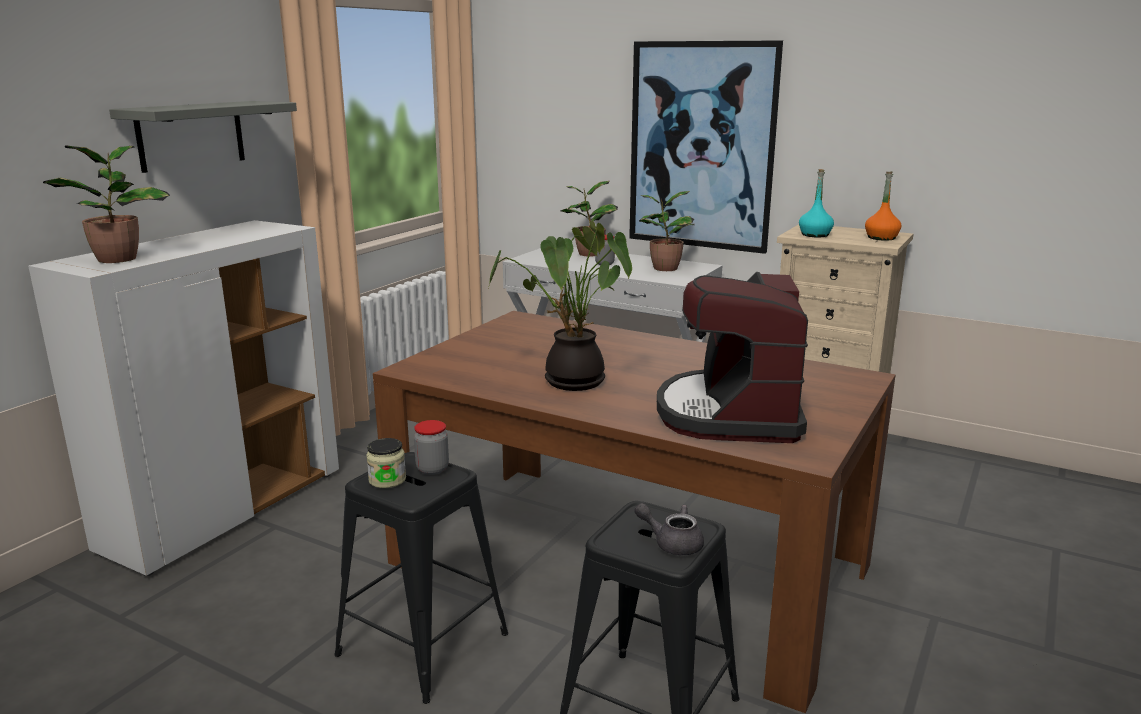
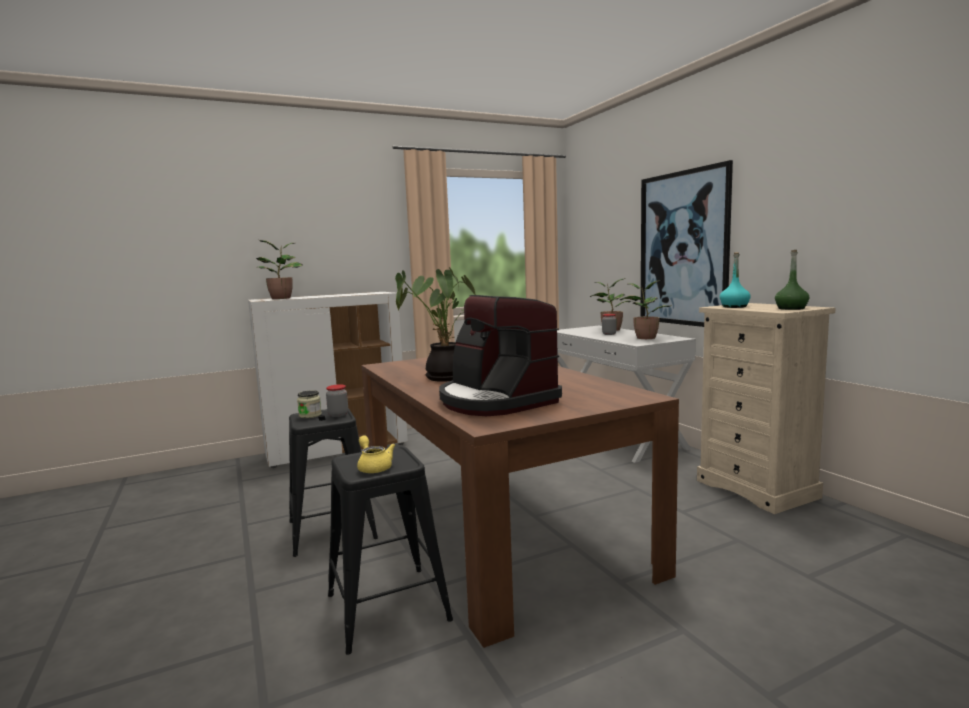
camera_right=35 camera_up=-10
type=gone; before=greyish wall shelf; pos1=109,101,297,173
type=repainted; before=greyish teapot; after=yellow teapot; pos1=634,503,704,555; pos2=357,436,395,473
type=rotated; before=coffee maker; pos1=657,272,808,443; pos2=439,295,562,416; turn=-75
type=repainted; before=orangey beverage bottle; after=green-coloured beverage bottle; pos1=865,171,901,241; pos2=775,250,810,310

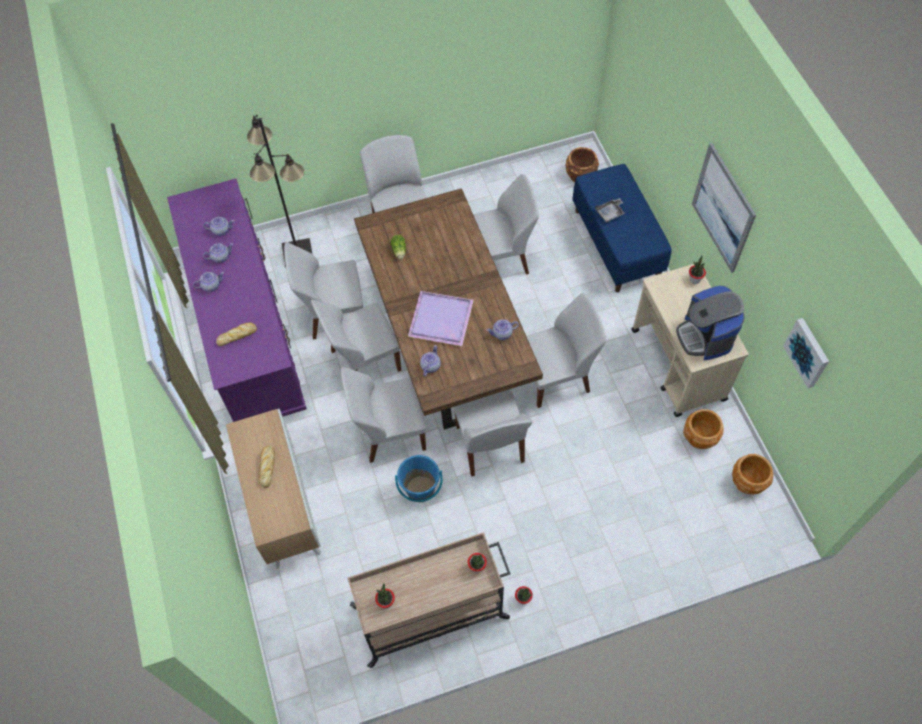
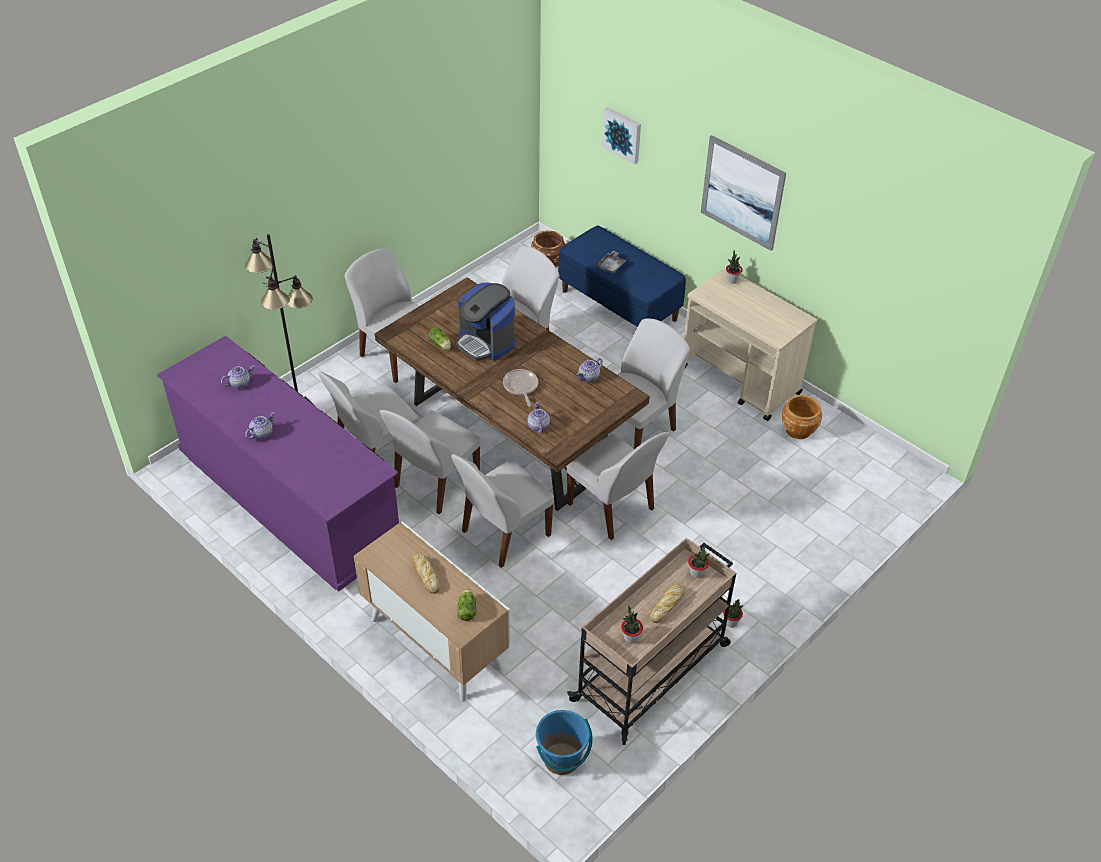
camera_right=-30 camera_up=-15
type=gone; before=teapot; pos1=203,243,233,263
type=shifted; before=baked bread; pos1=216,322,257,346; pos2=650,584,685,623
type=shifted; before=blue-coloured water bucket; pos1=395,455,442,502; pos2=536,710,593,775
type=swapped; before=purple carrying tray; after=frying pan; pos1=408,291,474,346; pos2=503,369,538,407
type=shifted; before=coffee maker; pos1=676,286,745,360; pos2=455,282,515,361
type=gone; before=brown-coloured flower pot; pos1=732,454,773,494
type=shifted; before=wall picture; pos1=783,318,829,388; pos2=602,107,641,165
type=new; after=lettuce head; pos2=457,589,476,621

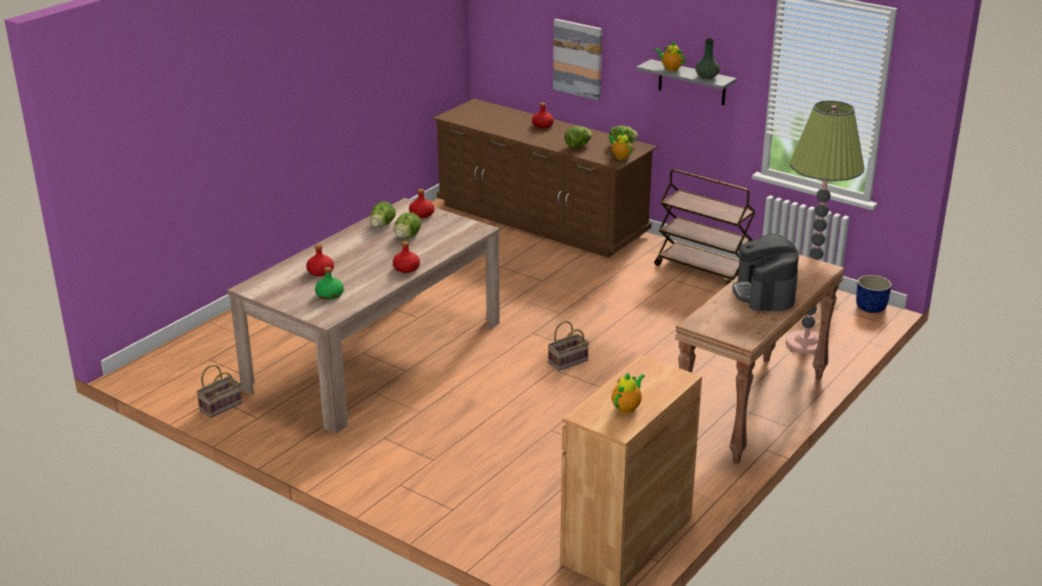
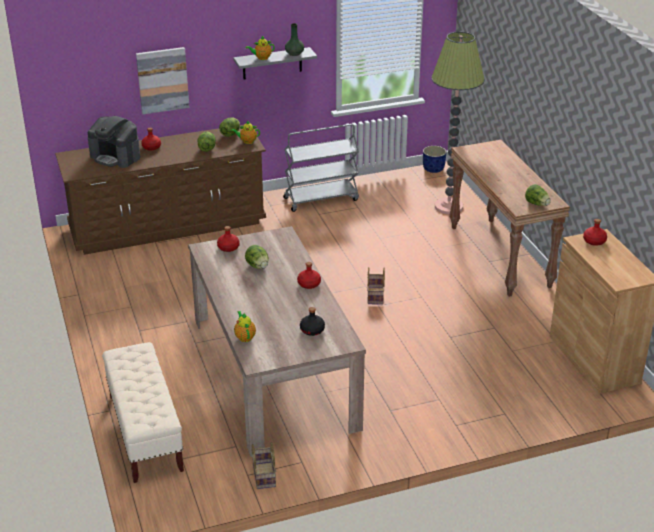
camera_right=-55 camera_up=5
type=shifted; before=reddish beverage bottle; pos1=306,244,334,276; pos2=583,219,607,246
type=repainted; before=green-coloured beverage bottle; after=black beverage bottle; pos1=315,267,344,300; pos2=300,307,325,336
type=shifted; before=lettuce head; pos1=370,202,396,227; pos2=525,184,551,206
type=shifted; before=teapot; pos1=612,373,645,414; pos2=234,311,256,342
type=repainted; before=brown-coloured trolley; after=greyish trolley; pos1=654,169,755,285; pos2=283,124,359,212
type=shifted; before=coffee maker; pos1=733,234,799,311; pos2=88,116,140,168
type=new; after=beige-coloured long seat; pos2=102,342,184,483

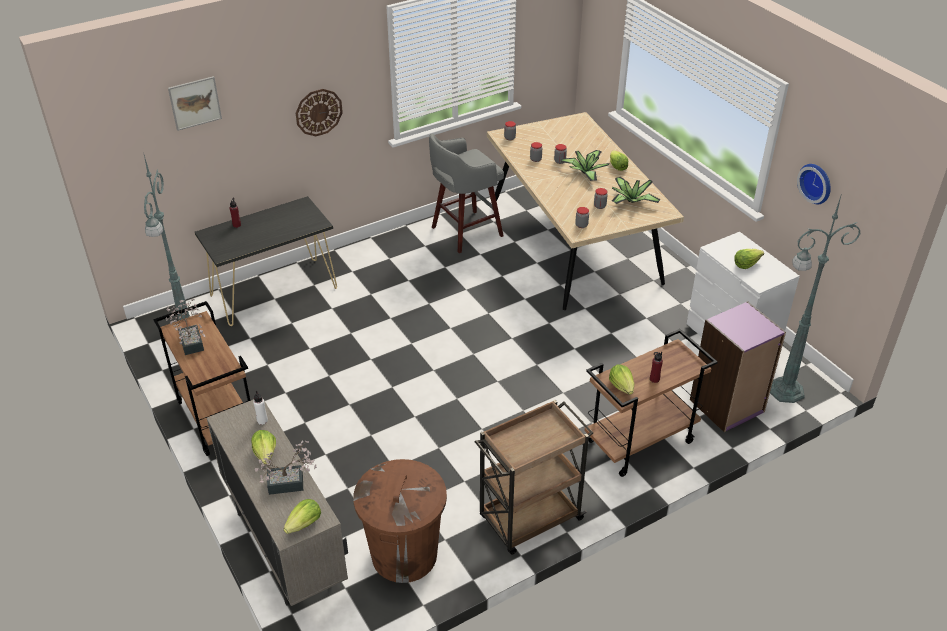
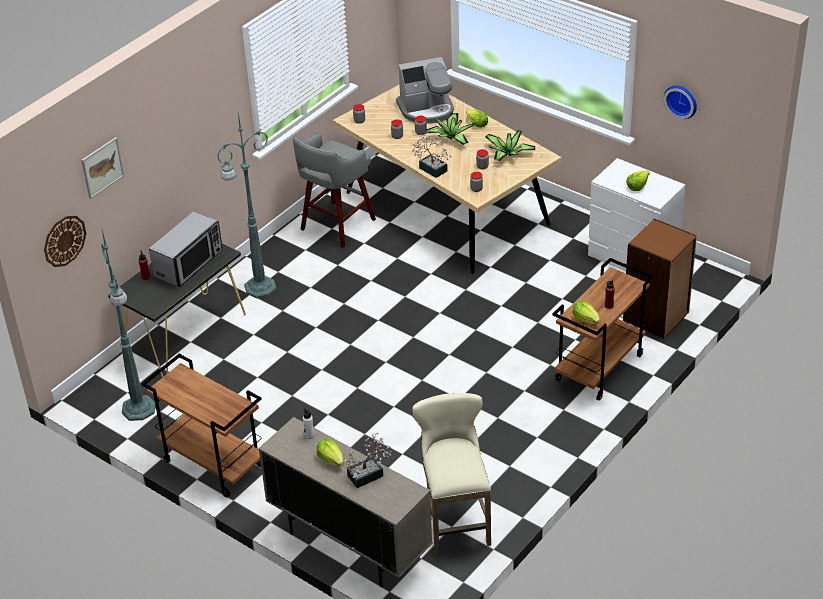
camera_right=-20 camera_up=0
type=shifted; before=houseplant; pos1=166,299,206,355; pos2=411,132,452,178
type=gone; before=lettuce head; pos1=283,499,321,534
type=shifted; before=clock on the wall; pos1=296,89,343,136; pos2=44,216,86,267
type=swapped; before=brown-coloured rubbish bin; after=beige-coloured sitting stool; pos1=353,459,447,583; pos2=412,393,491,554
type=gone; before=brown-coloured trolley; pos1=475,400,593,555
type=repainted; before=purple bookshelf; after=brown-coloured bookshelf; pos1=690,301,786,432; pos2=623,218,697,339
type=shifted; before=green-coloured floor lamp; pos1=770,196,860,403; pos2=217,113,277,298
type=new; after=microwave oven; pos2=149,211,223,287
type=new; after=coffee maker; pos2=396,57,454,124

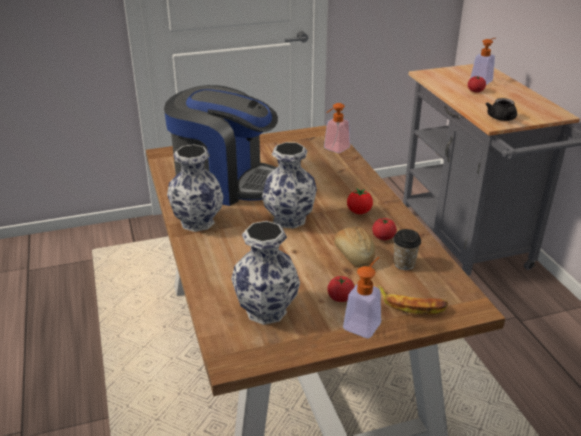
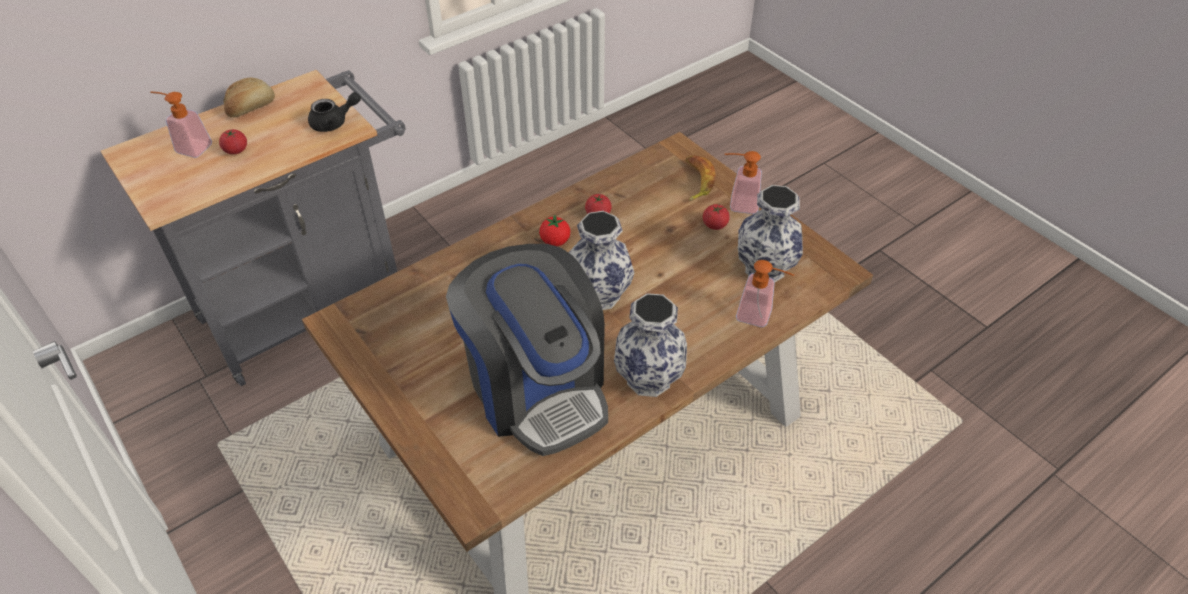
camera_right=-110 camera_up=15
type=rotated; before=coffee maker; pos1=164,85,278,206; pos2=446,244,608,456; turn=150
type=shifted; before=soap bottle; pos1=324,103,350,153; pos2=736,260,794,327
type=shifted; before=baked bread; pos1=334,226,375,268; pos2=224,78,275,117
type=gone; before=small cup; pos1=393,229,421,270

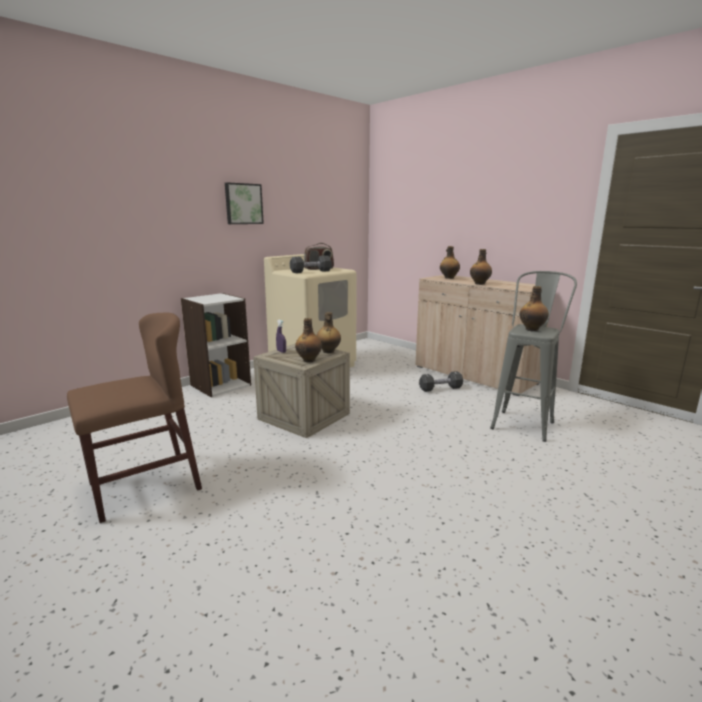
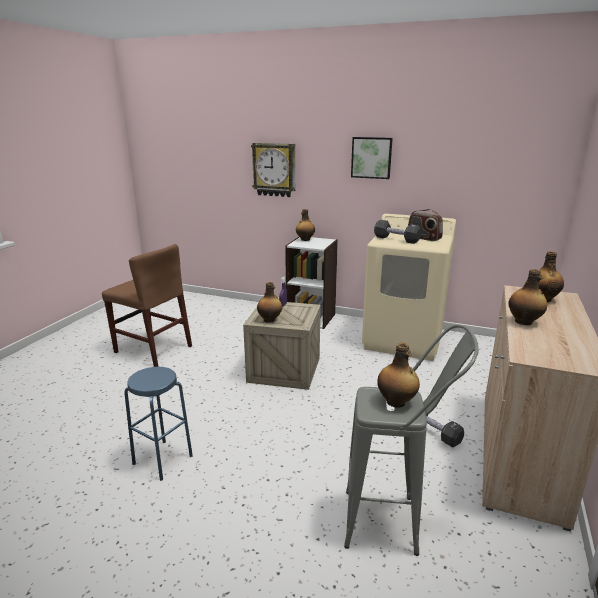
camera_right=65 camera_up=5
type=shifted; before=beverage bottle; pos1=316,312,341,353; pos2=296,209,315,241
type=new; after=blue-coloured sitting stool; pos2=124,367,193,481
type=new; after=clock on the wall; pos2=251,143,295,197

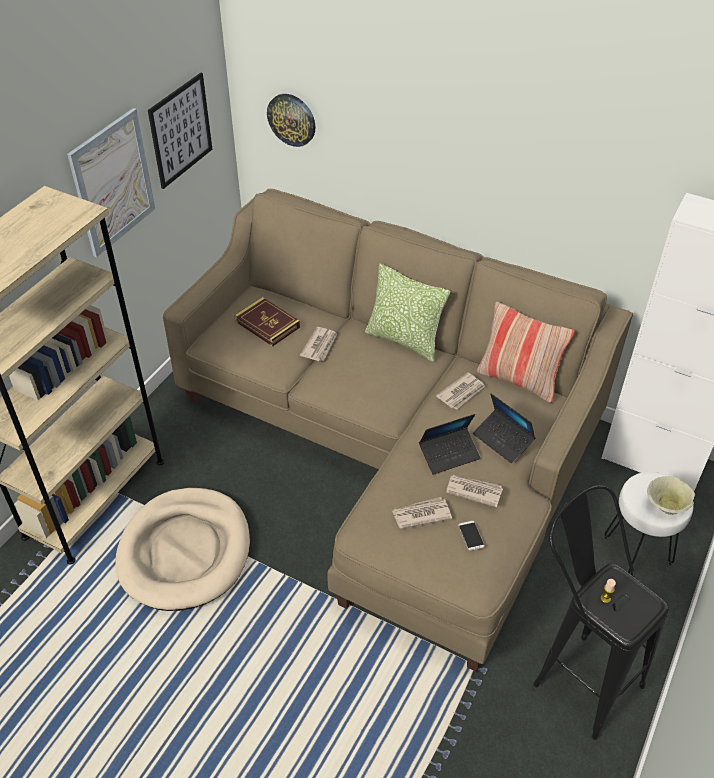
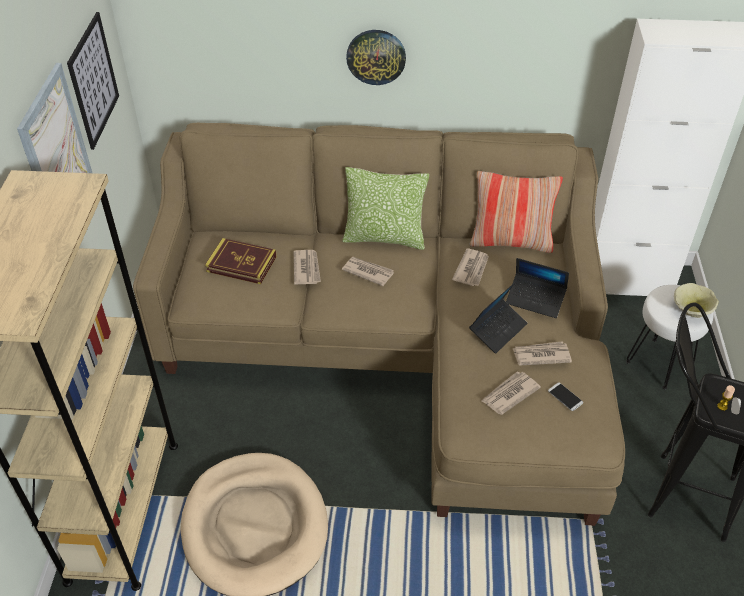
camera_right=-25 camera_up=0
type=shifted; before=clock on the wall; pos1=267,94,316,147; pos2=346,30,406,85
type=new; after=newspaper; pos2=342,257,394,286

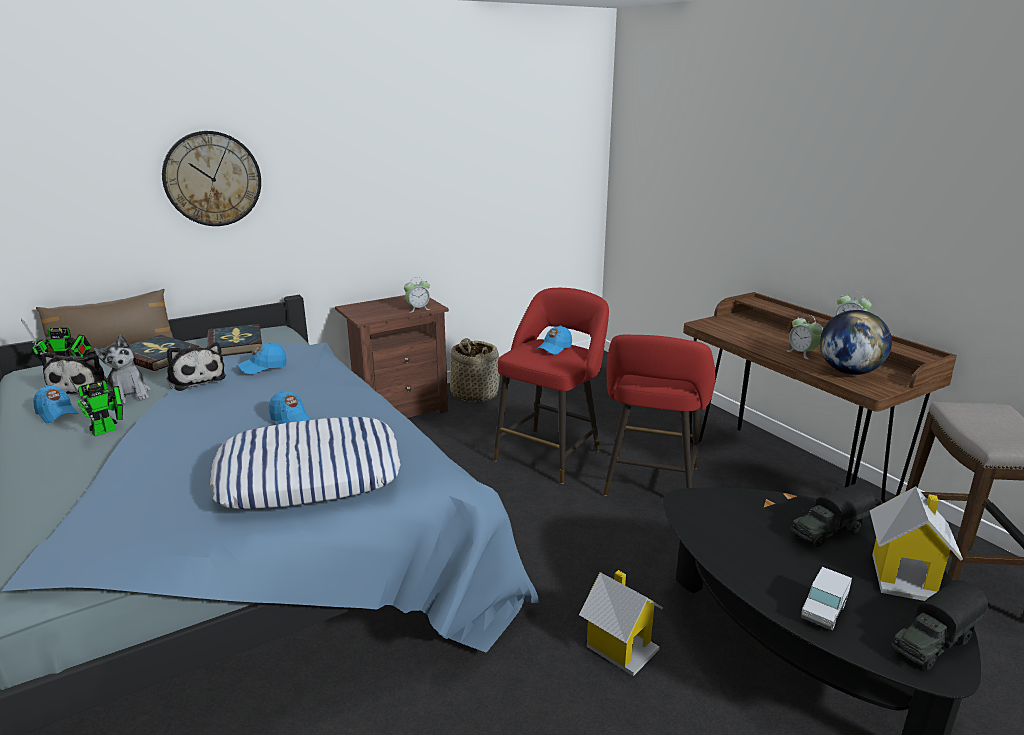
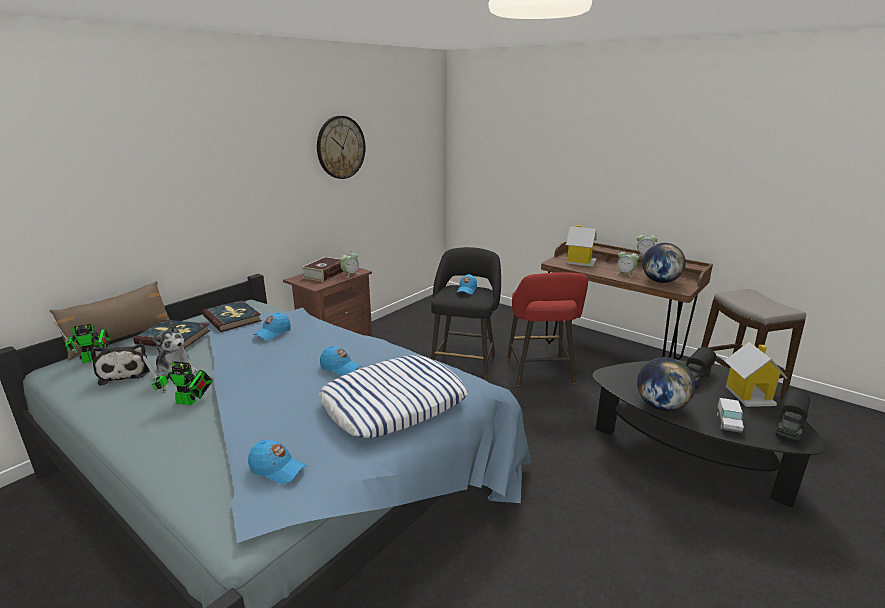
camera_right=-20 camera_up=0
type=shifted; before=blue-coloured peaked cap; pos1=33,385,79,423; pos2=248,440,306,484
type=rotated; before=toy robot; pos1=69,378,123,436; pos2=143,356,213,405; turn=75
type=shifted; before=clock on the wall; pos1=162,131,261,226; pos2=317,116,366,179
type=gone; before=cuddly toy; pos1=166,342,226,391
type=gone; before=basket; pos1=450,338,500,402
type=repainted; before=reddish sitting stool; after=black sitting stool; pos1=494,288,609,484; pos2=431,247,501,382
type=shifted; before=toy house; pos1=579,570,663,676; pos2=566,225,597,267
type=new; after=volume; pos2=302,257,344,282
type=new; after=world globe; pos2=637,357,695,411

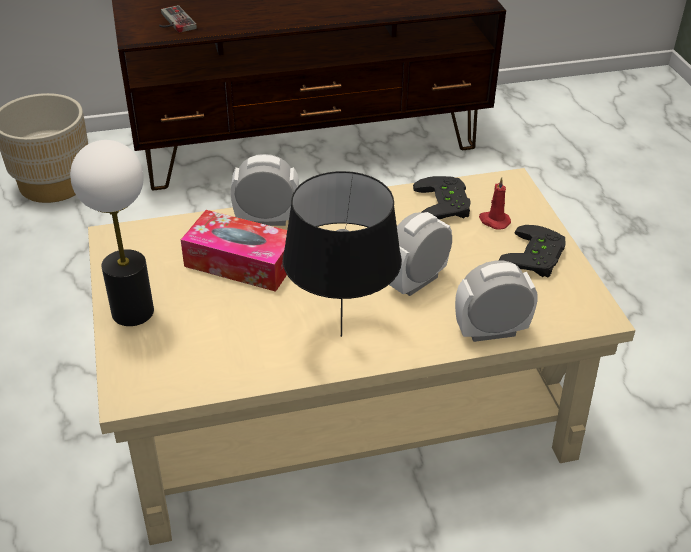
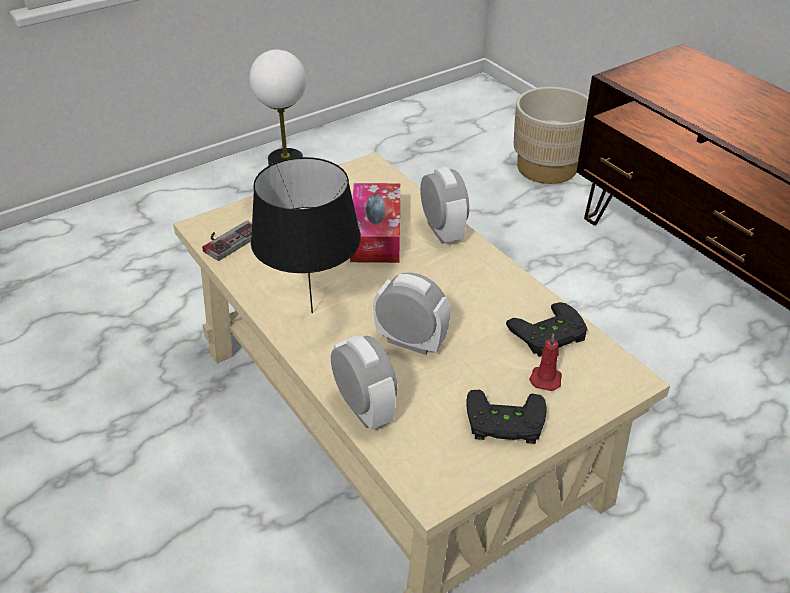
camera_right=70 camera_up=0
type=shifted; before=gamepad; pos1=159,5,197,33; pos2=202,220,252,261

